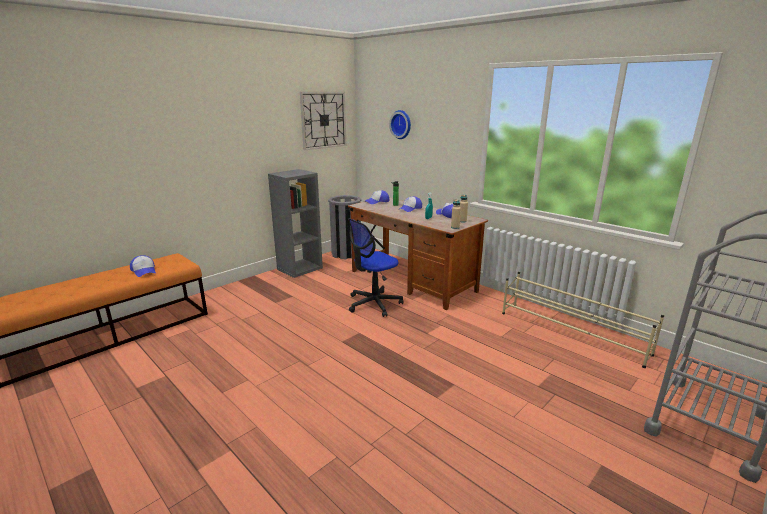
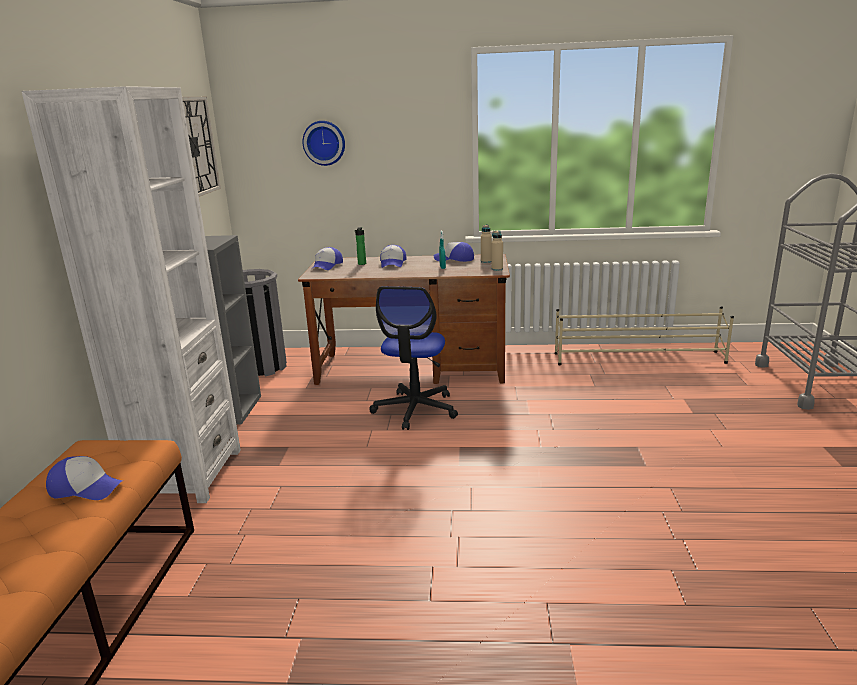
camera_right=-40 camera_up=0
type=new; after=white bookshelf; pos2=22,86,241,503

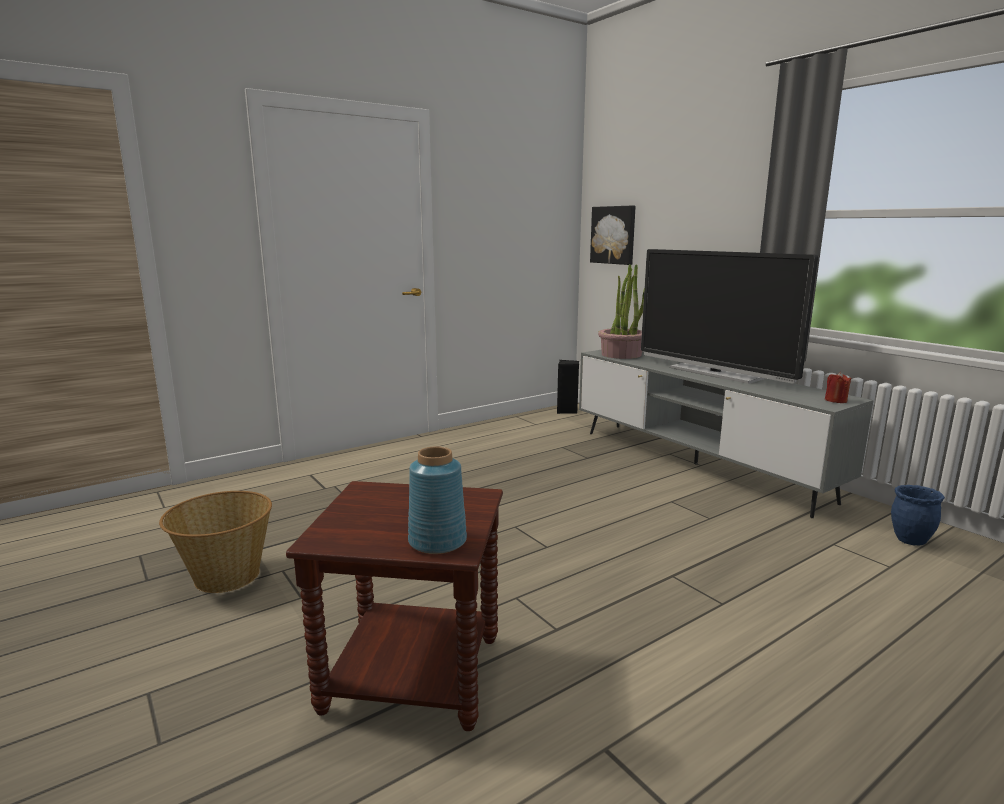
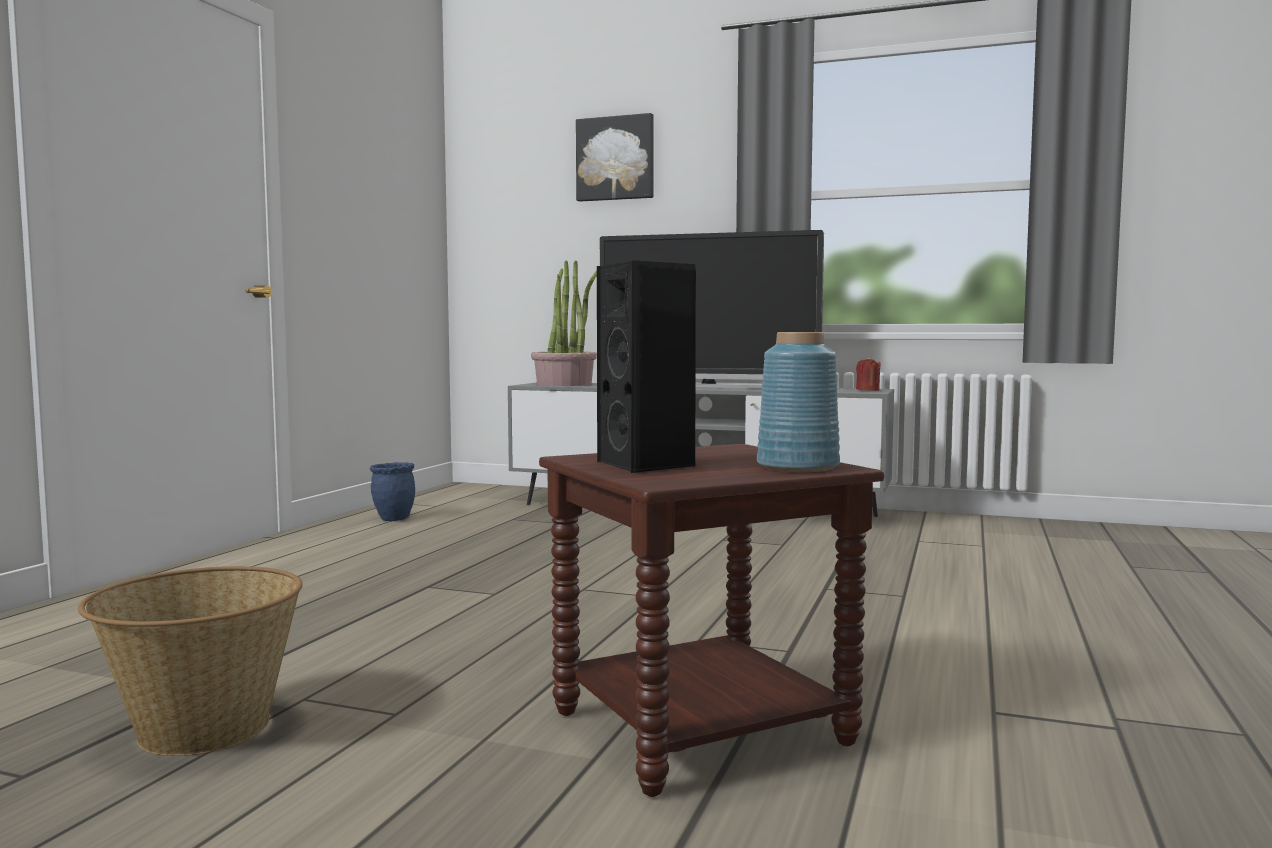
camera_right=-35 camera_up=-10
type=shifted; before=black speaker; pos1=557,360,579,414; pos2=597,260,696,473
type=shifted; before=wall picture; pos1=590,206,636,265; pos2=576,113,654,202
type=shifted; before=blue-coloured flower pot; pos1=891,485,945,546; pos2=370,462,415,521

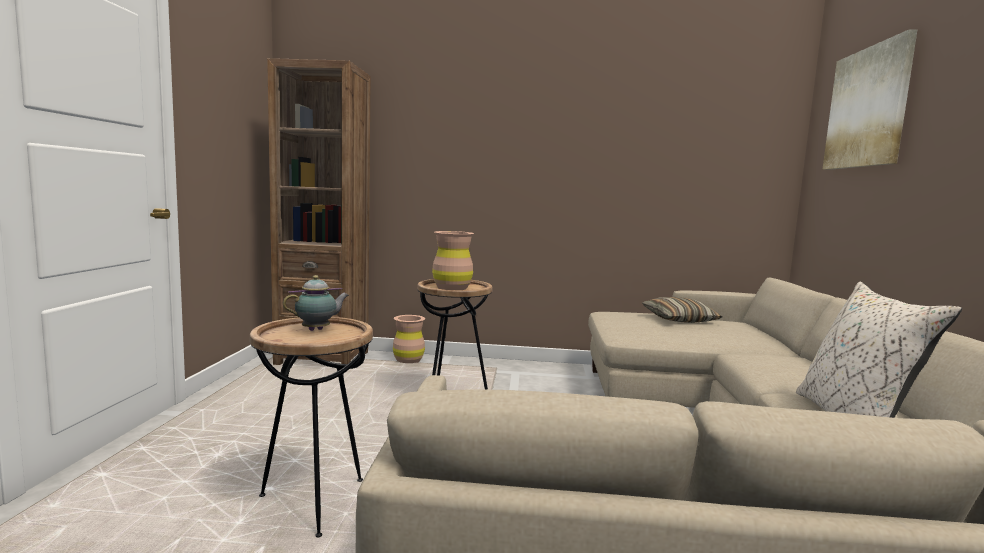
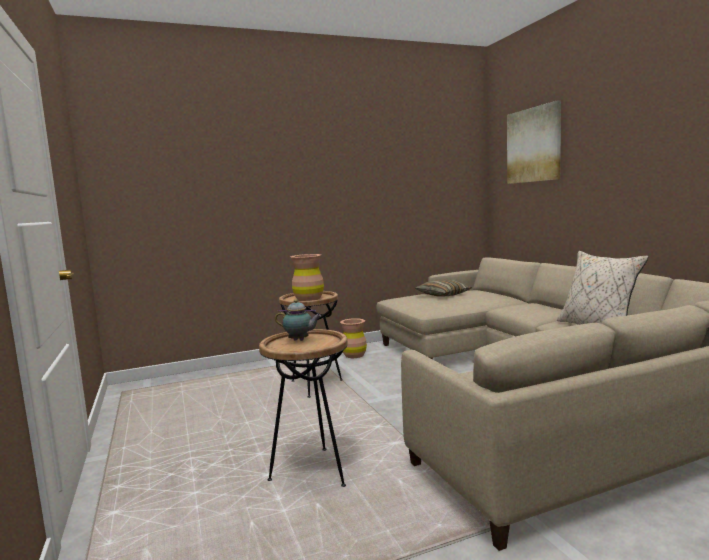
camera_right=-25 camera_up=0
type=gone; before=brown-coloured bookshelf; pos1=267,58,371,365
type=rotated; before=teapot; pos1=283,275,349,331; pos2=275,299,322,341; turn=75
type=shifted; before=brown-coloured decorative vase; pos1=393,315,425,363; pos2=340,318,367,358

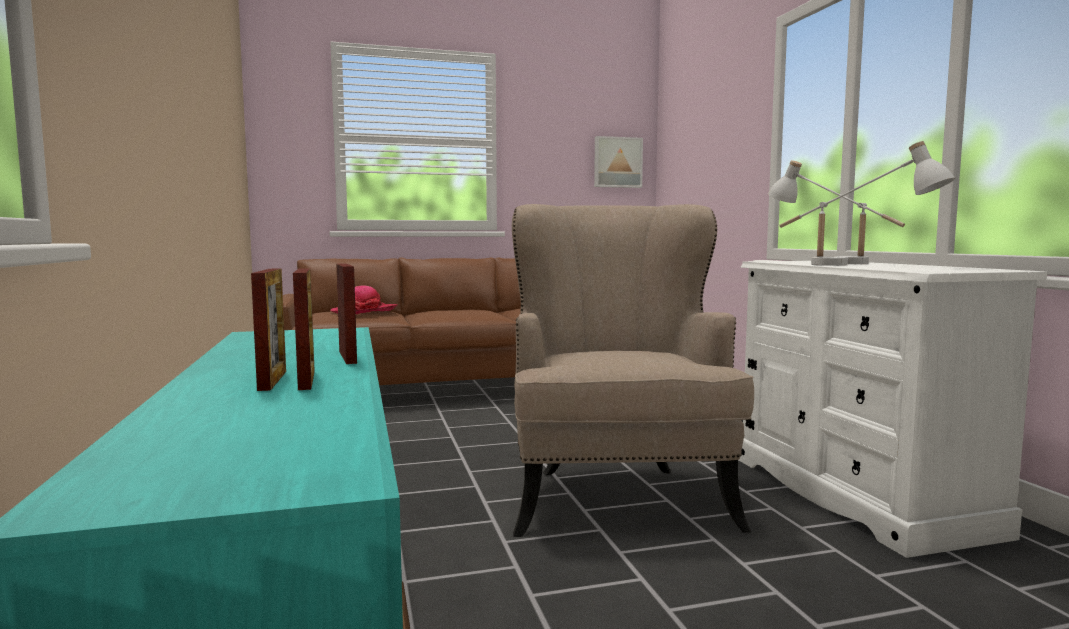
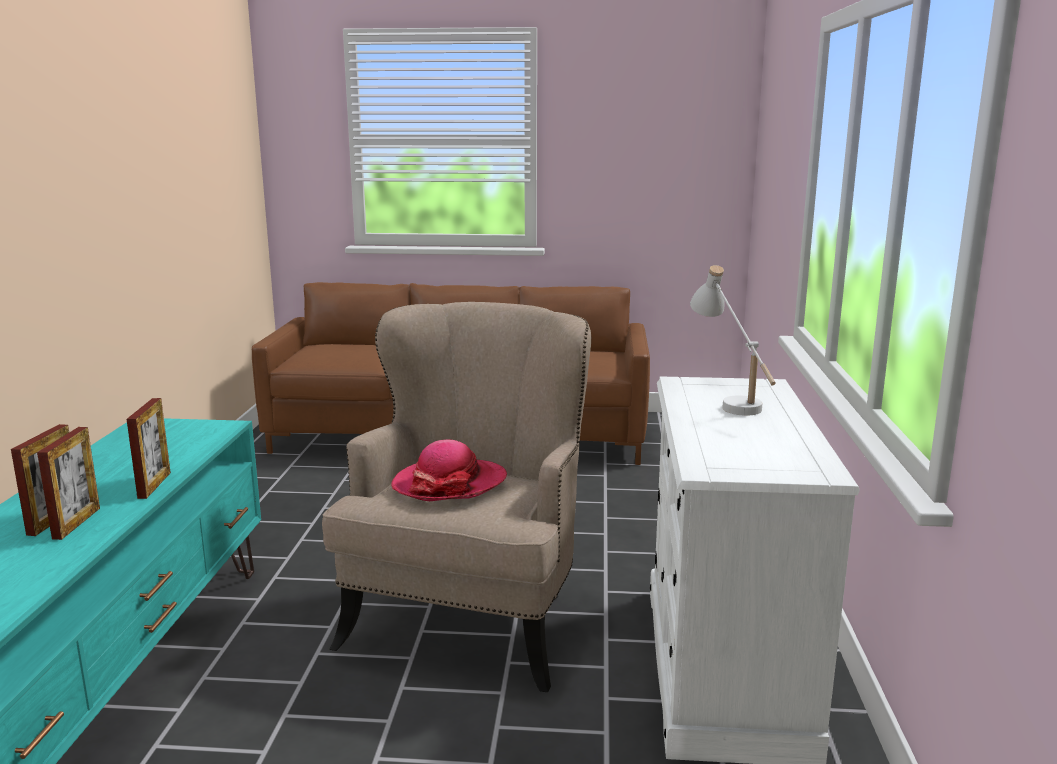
camera_right=20 camera_up=10
type=shifted; before=wearable hat; pos1=330,285,398,314; pos2=391,439,507,501
type=gone; before=wall picture; pos1=594,136,643,188
type=gone; before=white tabletop lamp; pos1=779,141,955,266

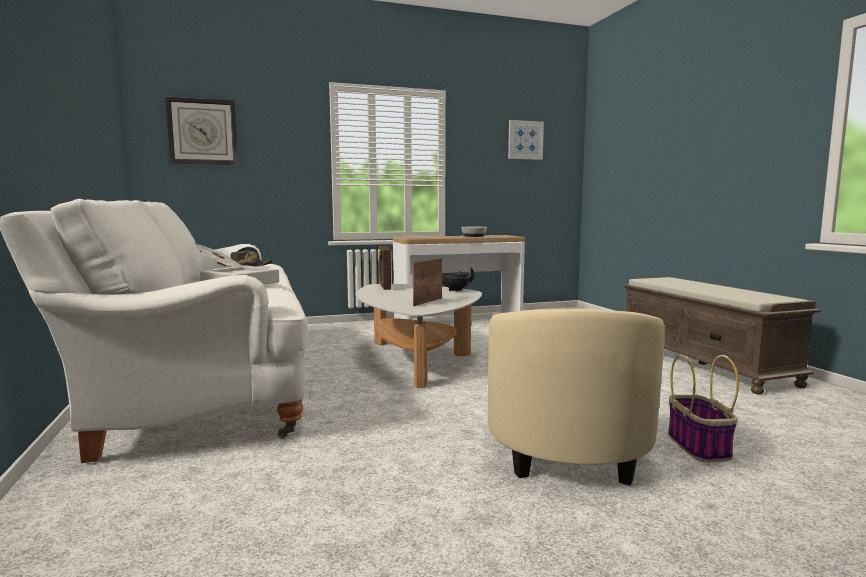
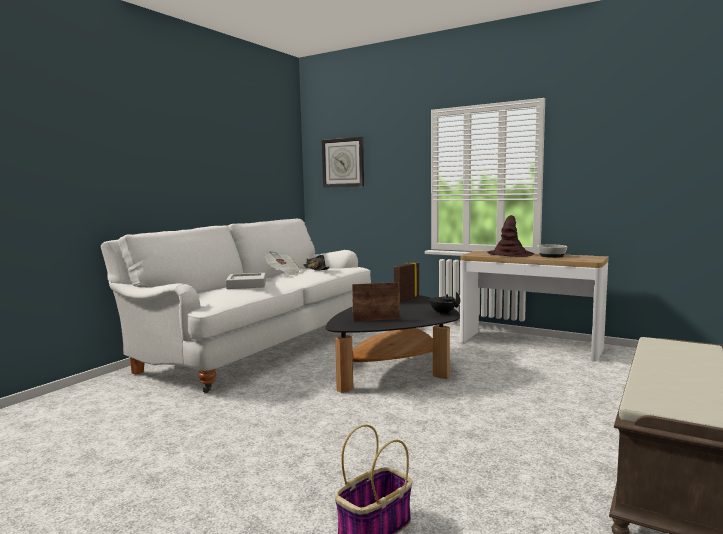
camera_right=50 camera_up=0
type=repainted; before=white lounge table; after=black lounge table; pos1=356,284,482,388; pos2=325,295,460,393
type=gone; before=beige-coloured easy chair; pos1=488,309,665,485
type=gone; before=wall picture; pos1=508,120,544,160
type=new; after=brown-coloured wearable hat; pos2=487,215,534,257

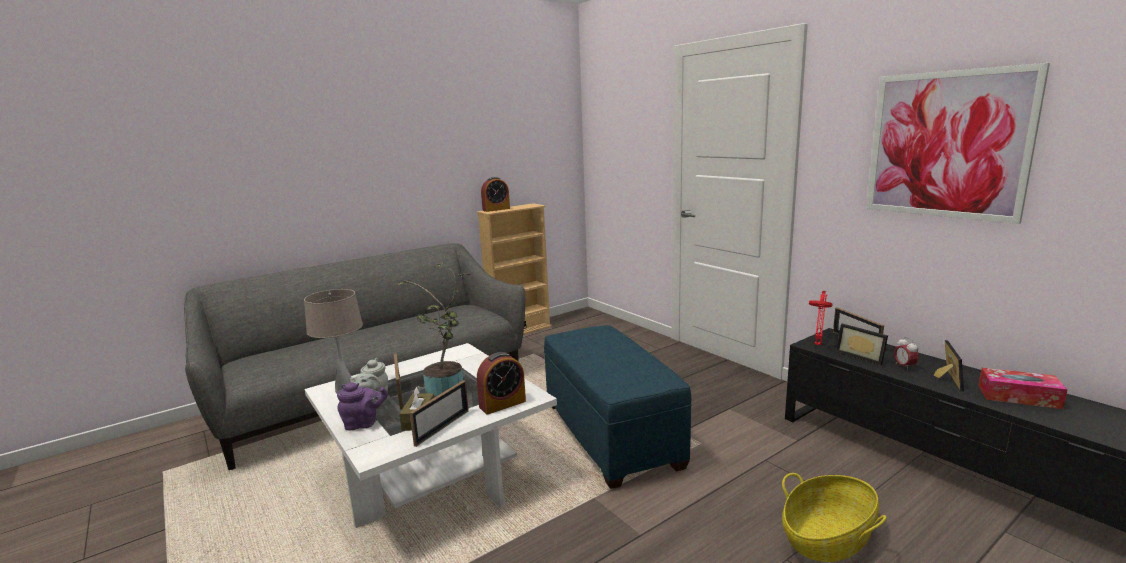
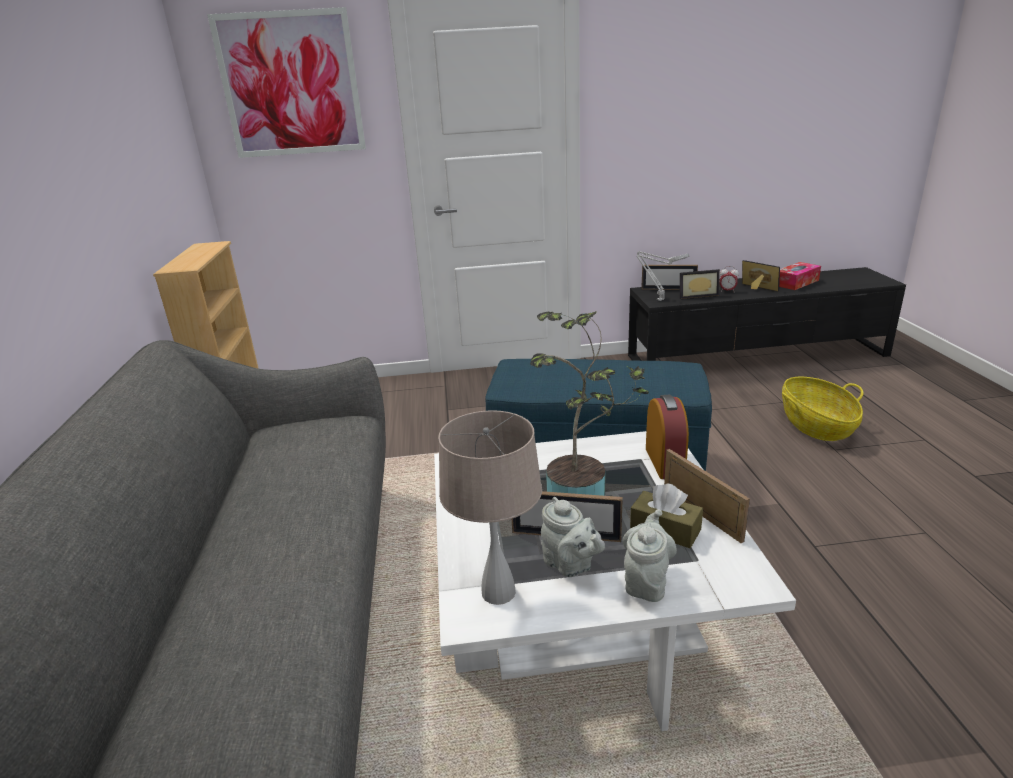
camera_right=-60 camera_up=10
type=repainted; before=purple teapot; after=greyish teapot; pos1=337,382,388,431; pos2=623,509,677,602
type=gone; before=alarm clock; pos1=481,177,510,212
type=repainted; before=reddish tabletop lamp; after=greyish tabletop lamp; pos1=809,291,832,345; pos2=637,251,689,301
type=shifted; before=wall picture; pos1=867,63,1050,224; pos2=207,7,366,158

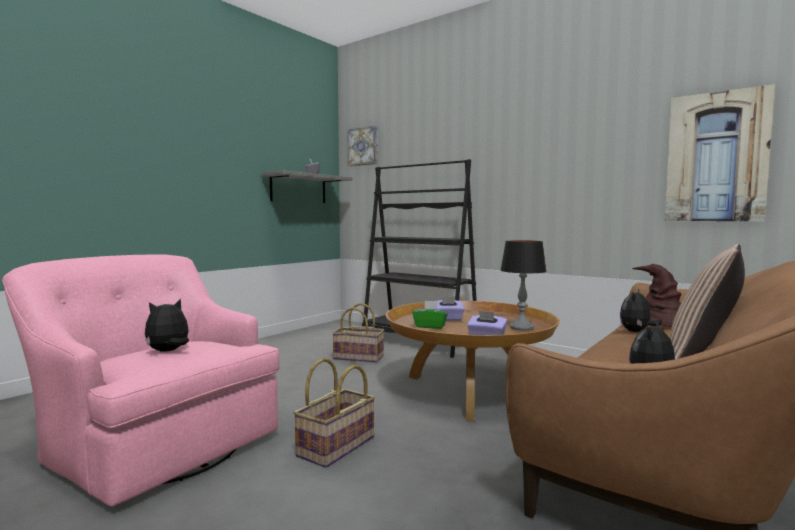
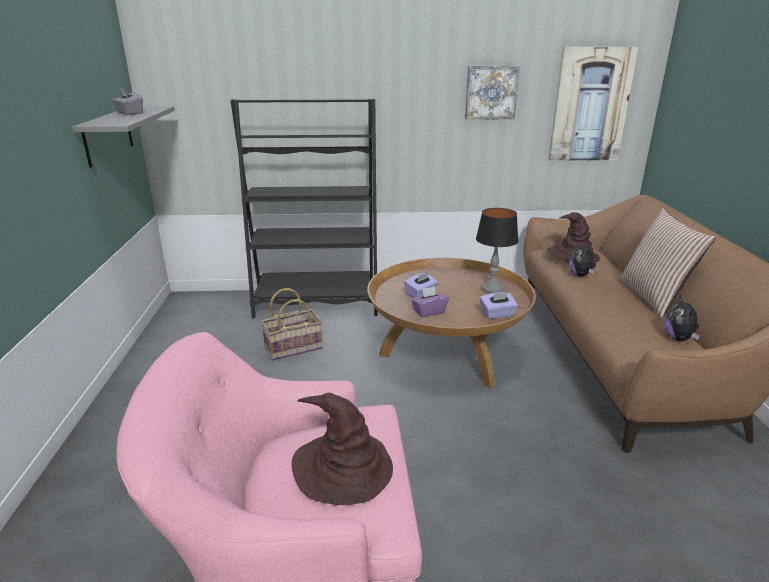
camera_right=-40 camera_up=20
type=swapped; before=cuddly toy; after=brown-coloured wearable hat; pos1=145,298,189,352; pos2=292,393,393,505
type=gone; before=basket; pos1=293,358,375,468
type=shifted; before=wall picture; pos1=347,125,378,166; pos2=465,66,520,120
type=repainted; before=green-coloured box of tissues; after=purple box of tissues; pos1=412,301,448,329; pos2=411,287,449,317

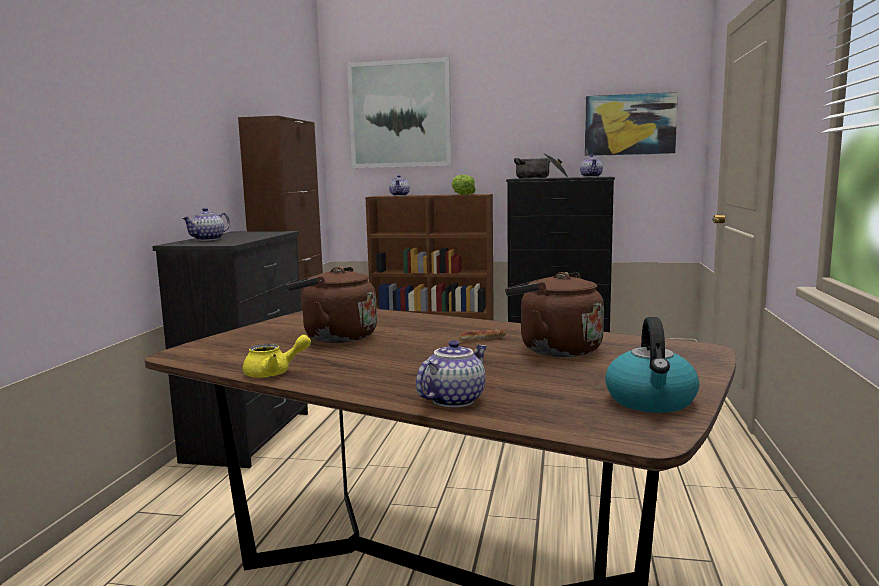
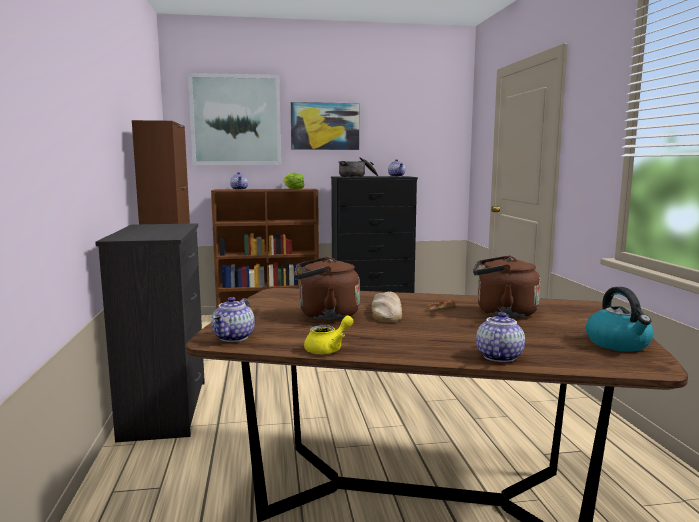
camera_right=-20 camera_up=0
type=shifted; before=teapot; pos1=182,208,230,241; pos2=211,297,255,342
type=shifted; before=wall picture; pos1=585,92,678,156; pos2=290,102,359,150
type=new; after=baked bread; pos2=372,292,402,322

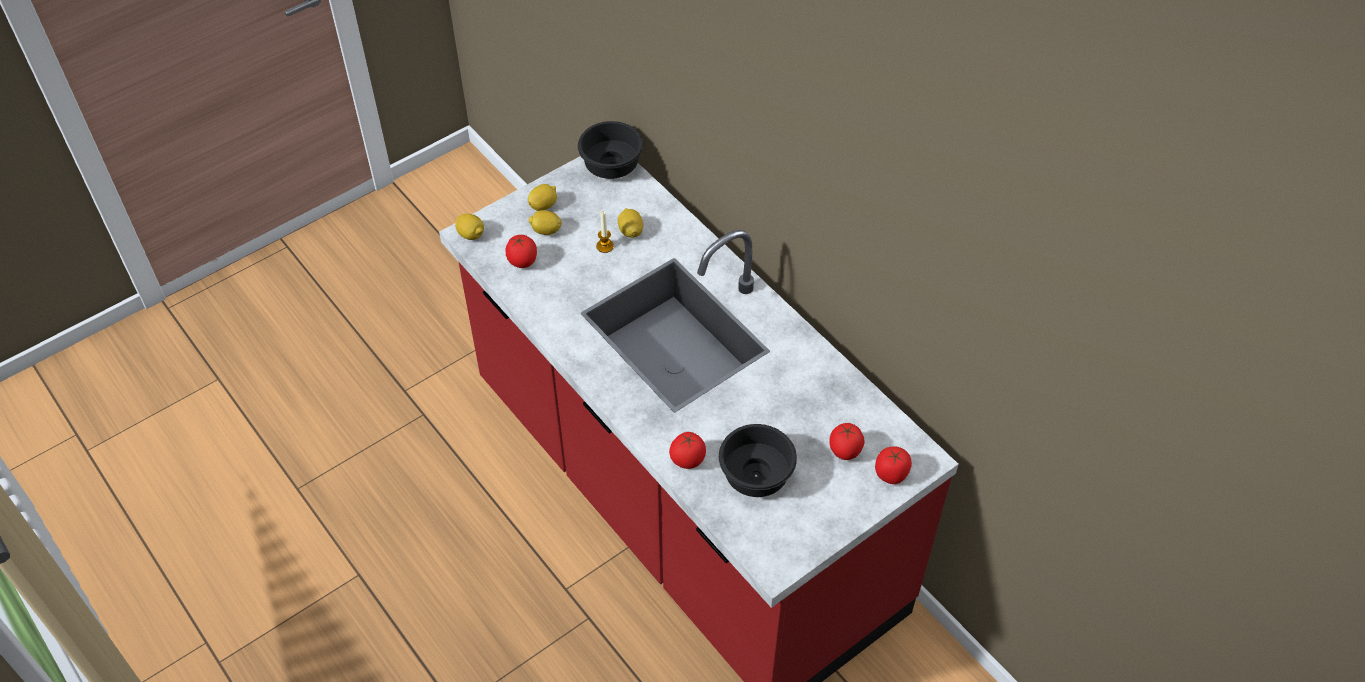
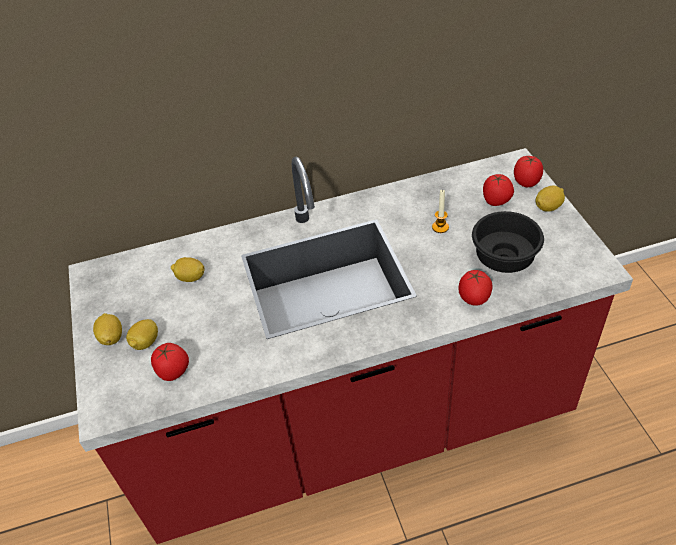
camera_right=-65 camera_up=-5
type=shifted; before=whole lemon; pos1=455,213,484,240; pos2=535,185,565,212
type=gone; before=black deep dish; pos1=578,121,643,179
type=shifted; before=wax light; pos1=596,211,614,253; pos2=432,189,449,233

